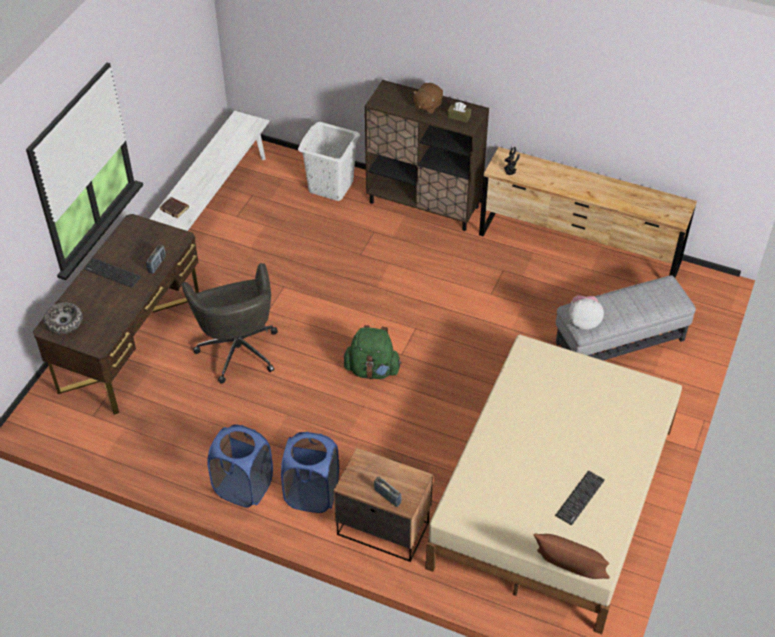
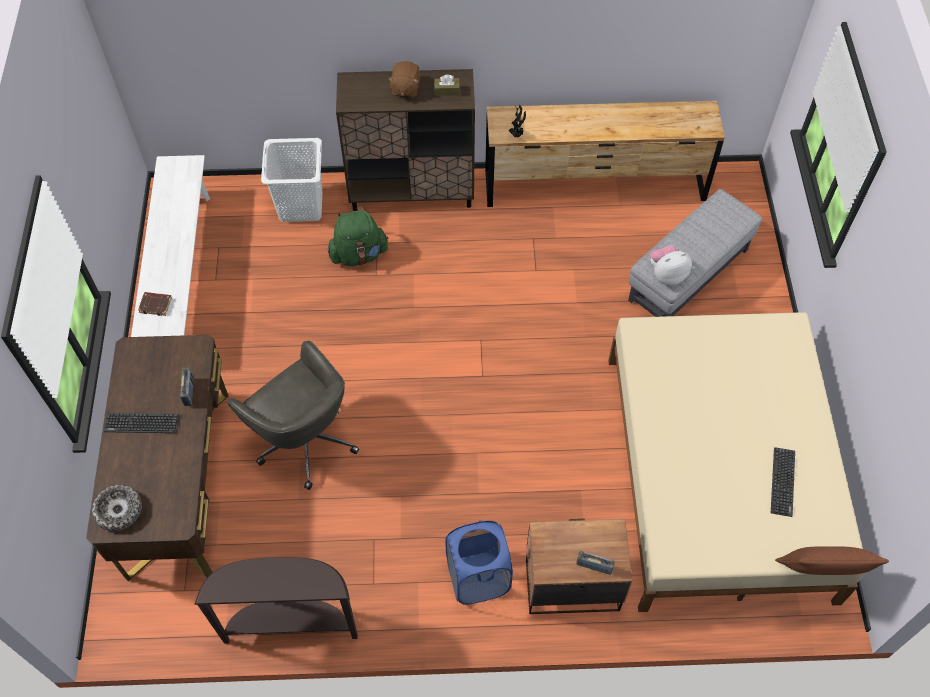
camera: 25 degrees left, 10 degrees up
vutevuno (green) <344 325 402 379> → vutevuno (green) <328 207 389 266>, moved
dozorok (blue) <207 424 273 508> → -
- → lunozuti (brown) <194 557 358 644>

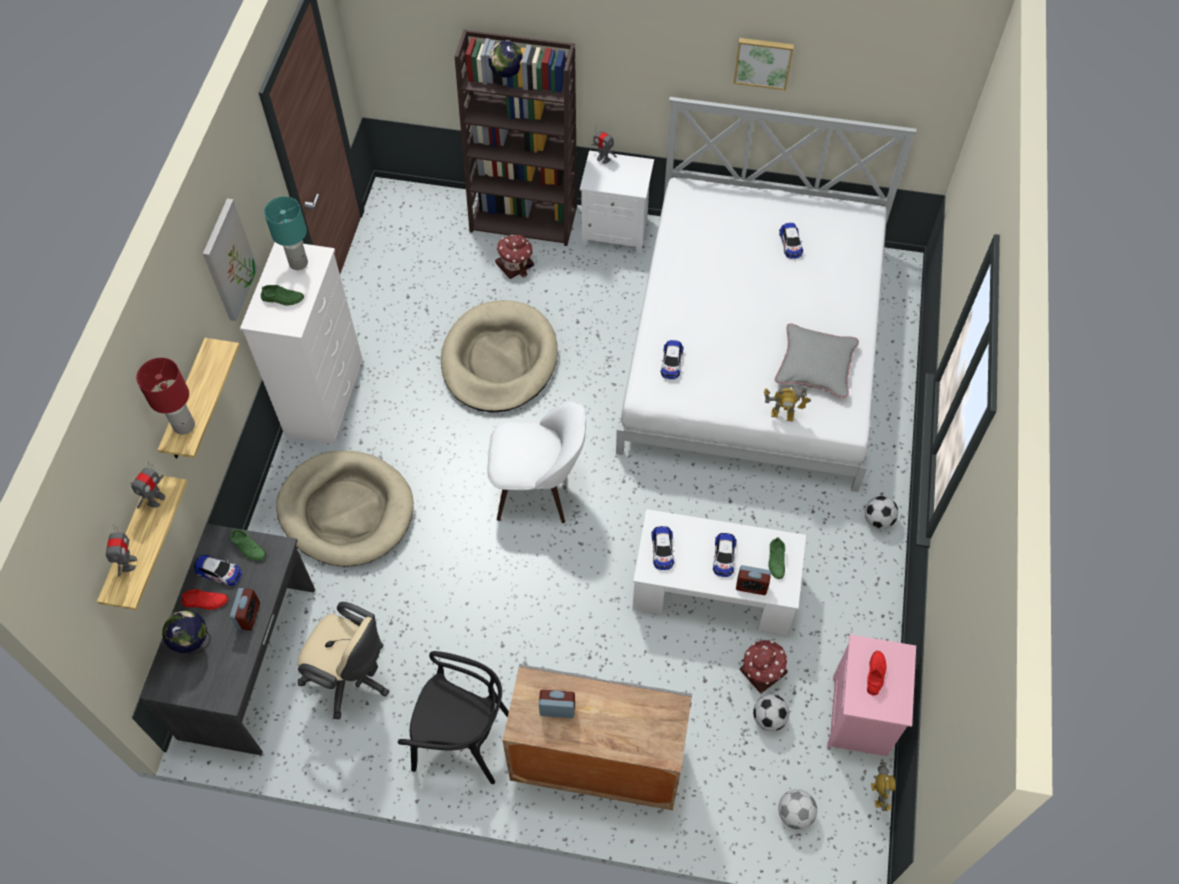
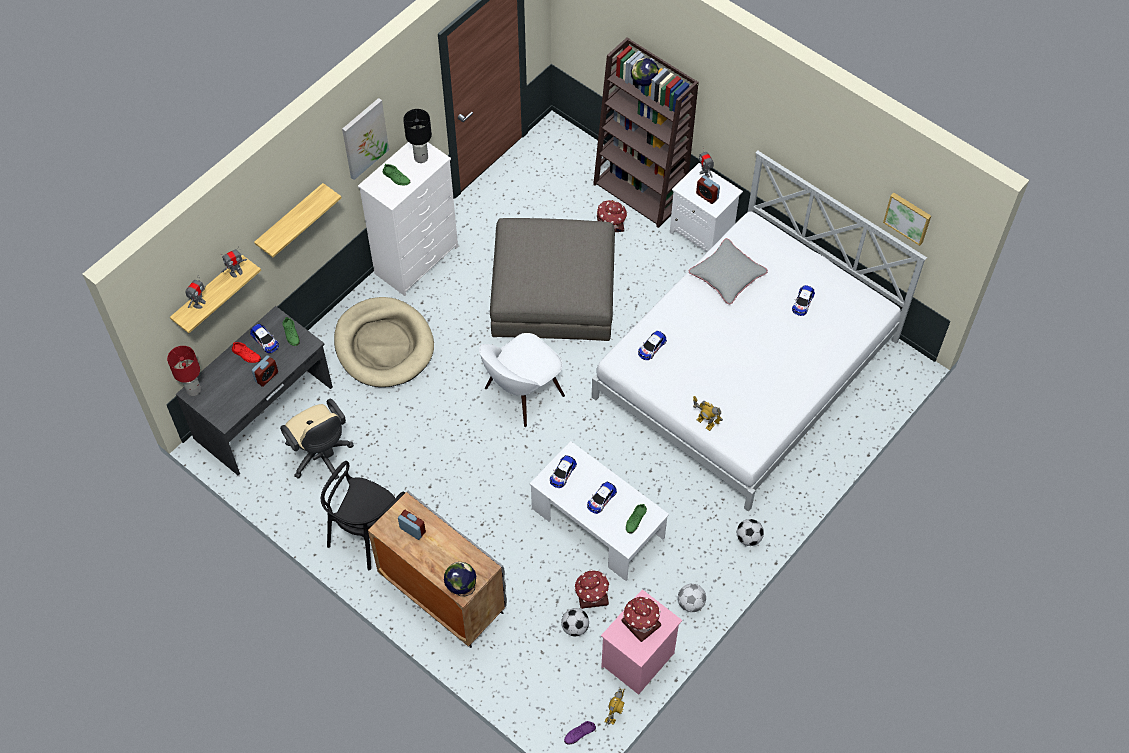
camera: 30 degrees right, 0 degrees up
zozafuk <733 38 794 90> → zozafuk <883 193 931 246>, moved
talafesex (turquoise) <264 196 308 270> → talafesex (black) <403 109 432 163>
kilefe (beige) <441 300 558 413> → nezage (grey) <490 218 615 341>
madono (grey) <775 323 859 398> → madono (grey) <689 238 768 304>, moved
talafesex (red) <136 358 195 435> → talafesex (red) <167 346 201 396>, moved
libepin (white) <486 401 586 523> → libepin (white) <479 333 565 427>, 105 degrees clockwise
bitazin <736 565 771 595> → bitazin <696 175 720 204>, moved
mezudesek <162 610 211 654> → mezudesek <444 562 476 596>, moved
libepin (black) <398 651 509 784> → libepin (black) <321 461 405 570>, 75 degrees clockwise
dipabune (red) <867 651 886 695> → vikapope <622 597 661 642>
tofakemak <778 789 817 829> → tofakemak <678 584 706 612>, moved
- → dipabune (purple) <564 721 596 745>

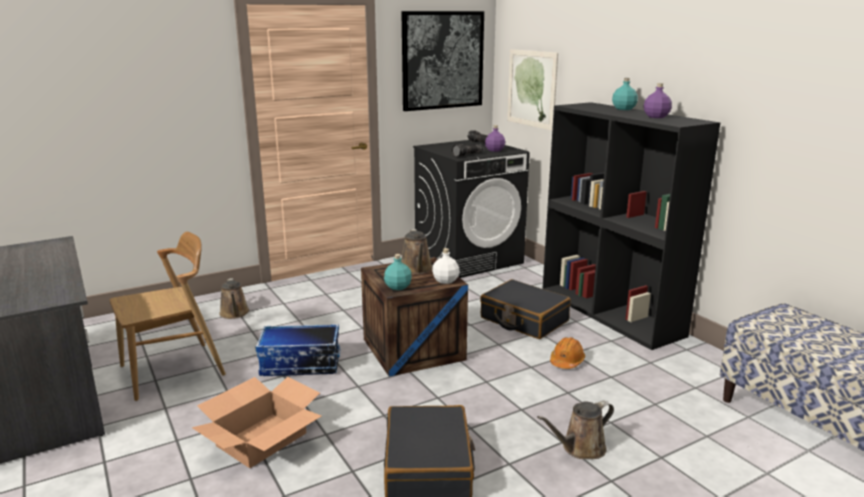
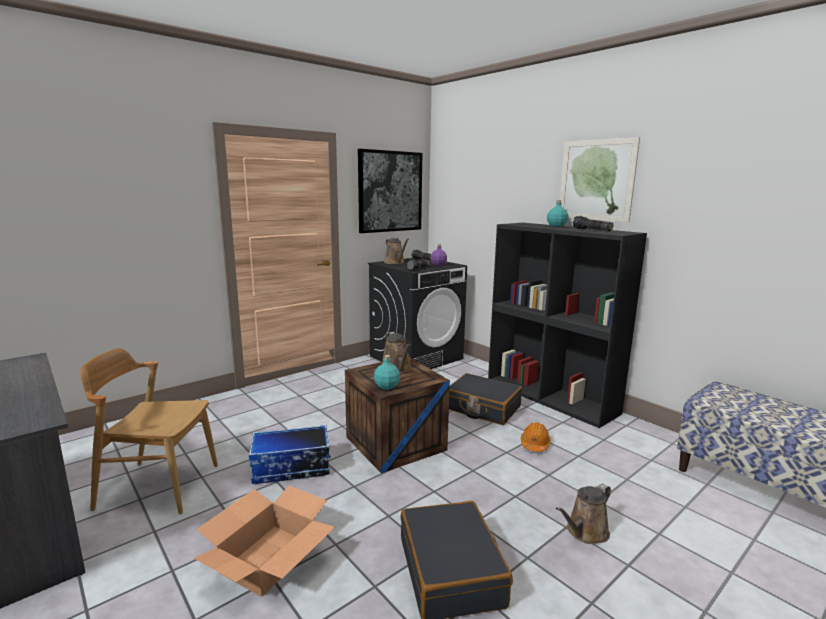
camera: 10 degrees left, 5 degrees down
zozafuk <507 49 558 131> → zozafuk <560 137 640 223>, moved
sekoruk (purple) <644 83 672 118> → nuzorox <573 216 613 231>
libepin (brown) <110 232 226 401> → libepin (brown) <80 348 218 514>, 135 degrees counterclockwise
sekoruk (white) <432 248 460 284> → -
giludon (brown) <219 278 250 319> → giludon (brown) <384 238 409 264>, moved

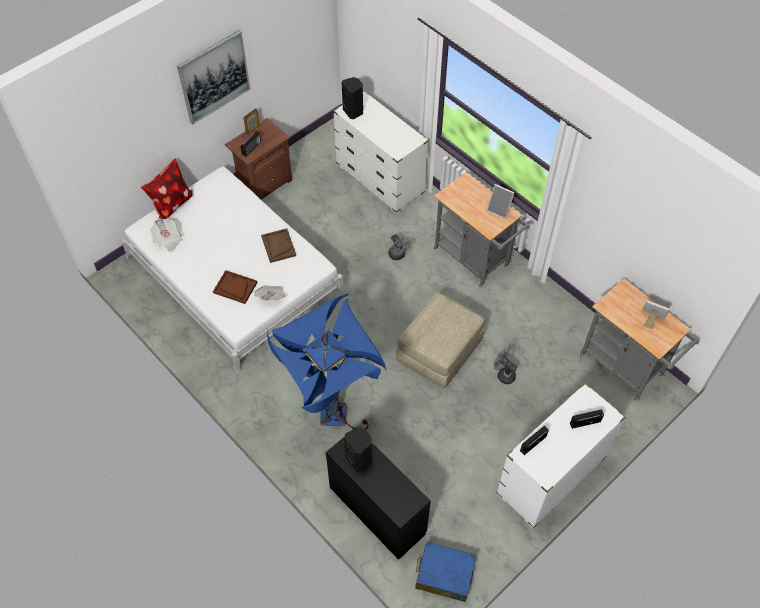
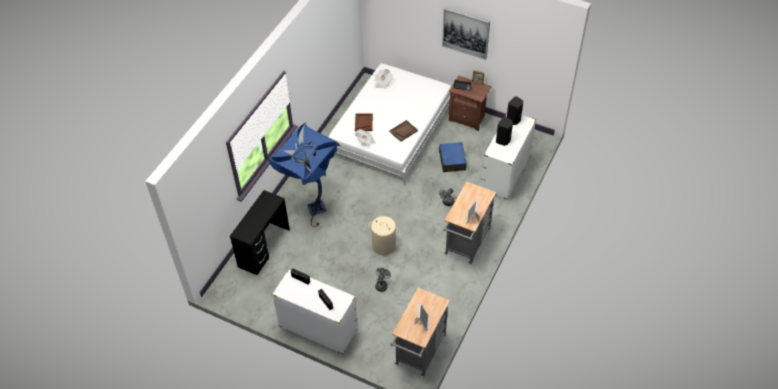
camera: 70 degrees right, 5 degrees down
madono <141 159 193 219> → -
nezage (beige) <396 292 484 389> → dozorok (beige) <369 216 398 256>
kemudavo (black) <344 427 372 472> → kemudavo (black) <496 117 513 146>, moved
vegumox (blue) <415 542 476 602> → vegumox (blue) <439 142 467 172>, moved

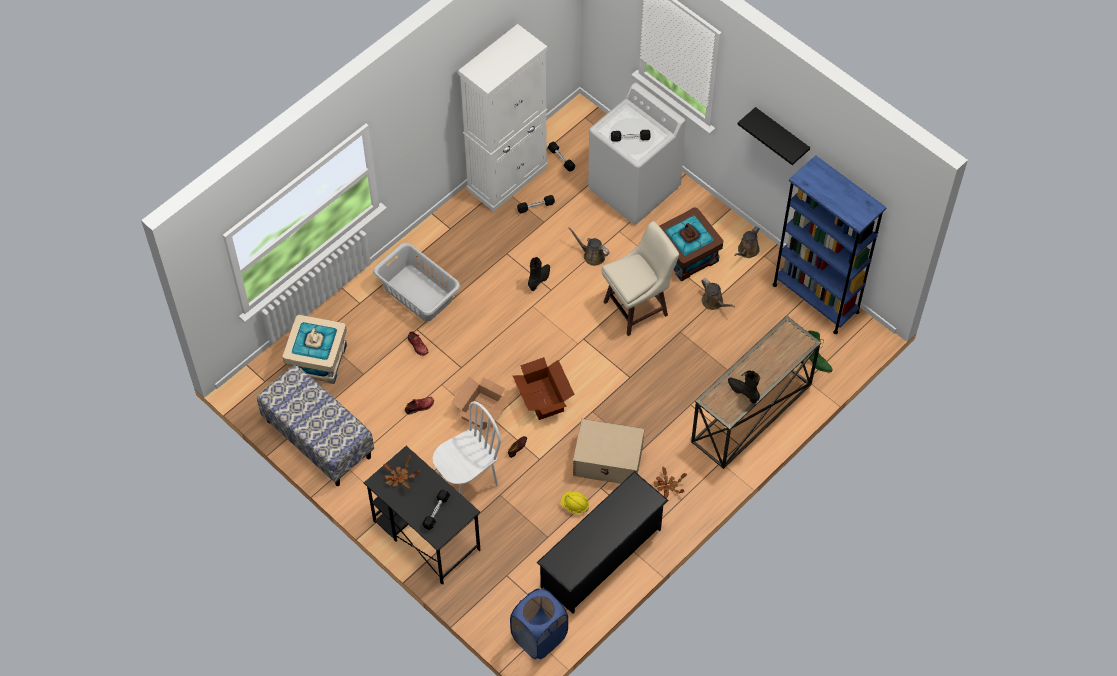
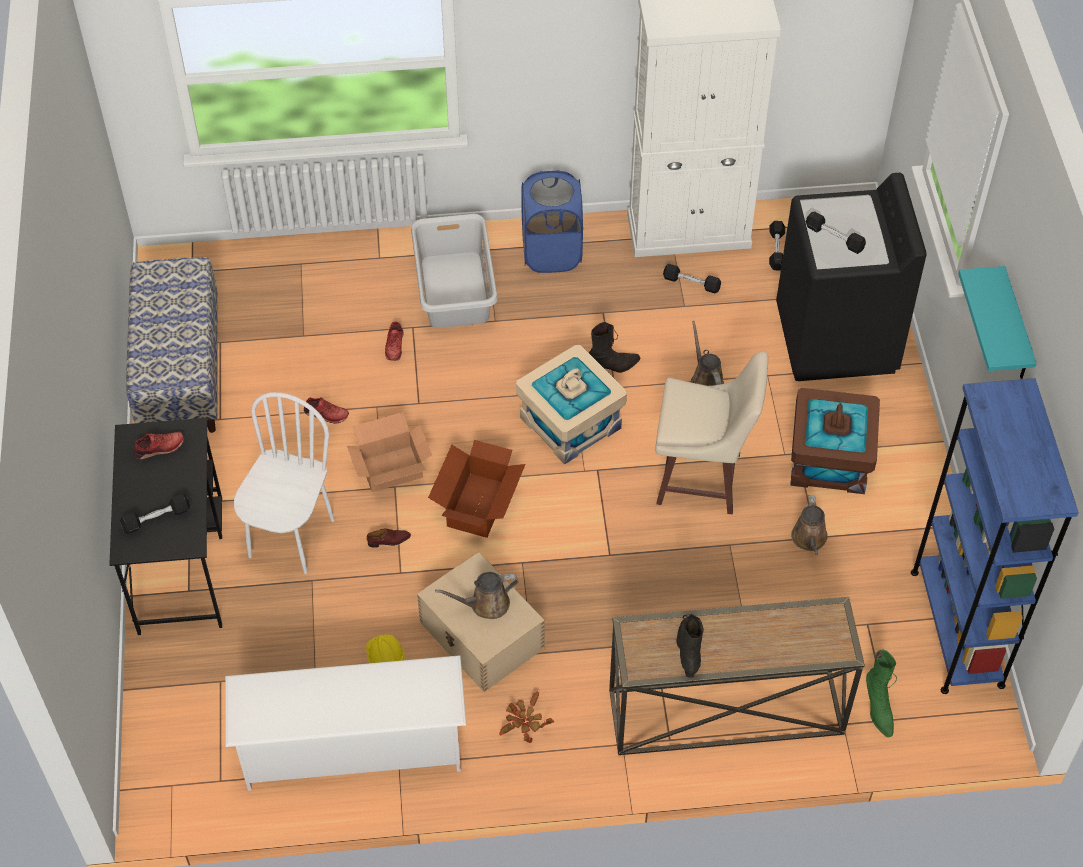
camera: 40 degrees right, 5 degrees down
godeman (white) <588 83 686 225> → godeman (black) <776 173 927 381>
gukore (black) <738 107 810 165> → gukore (turquoise) <958 266 1037 379>
giludon (brown) <734 226 760 258> → giludon (brown) <435 572 518 619>, moved
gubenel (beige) <283 315 347 384> → gubenel (beige) <516 345 627 465>, moved
libepin (white) <433 401 501 495> → libepin (white) <234 392 335 574>, 75 degrees counterclockwise
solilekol <384 455 420 489> → dipabune (red) <133 432 184 460>
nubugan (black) <537 471 669 614> → nubugan (white) <225 655 466 791>
dozorok (blue) <510 588 568 659> → dozorok (blue) <521 170 583 273>, moved

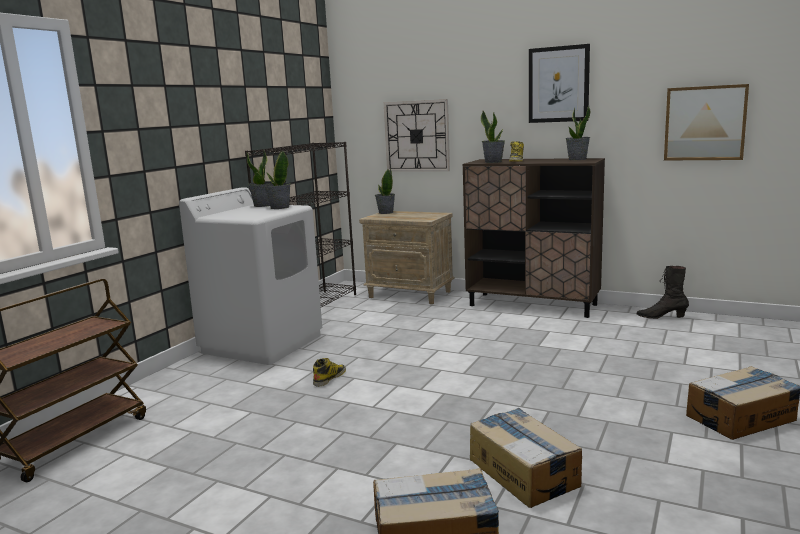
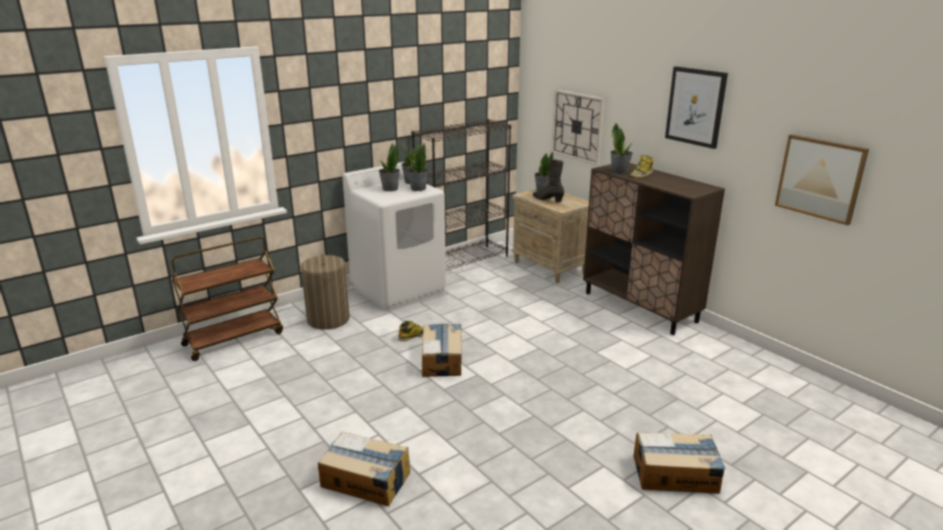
camera: 25 degrees right, 10 degrees up
solilekol <566 106 590 160> → solilekol <379 143 400 191>, moved
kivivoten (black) <636 266 689 319> → kivivoten (black) <533 159 564 202>, moved
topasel <470 408 582 508> → topasel <422 324 461 377>, moved
- → dozorok <300 254 350 330>

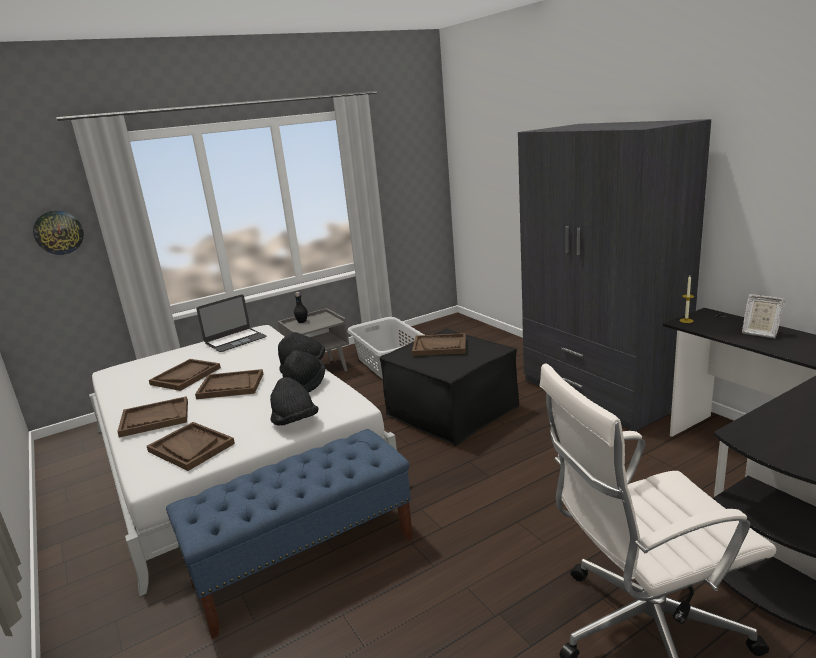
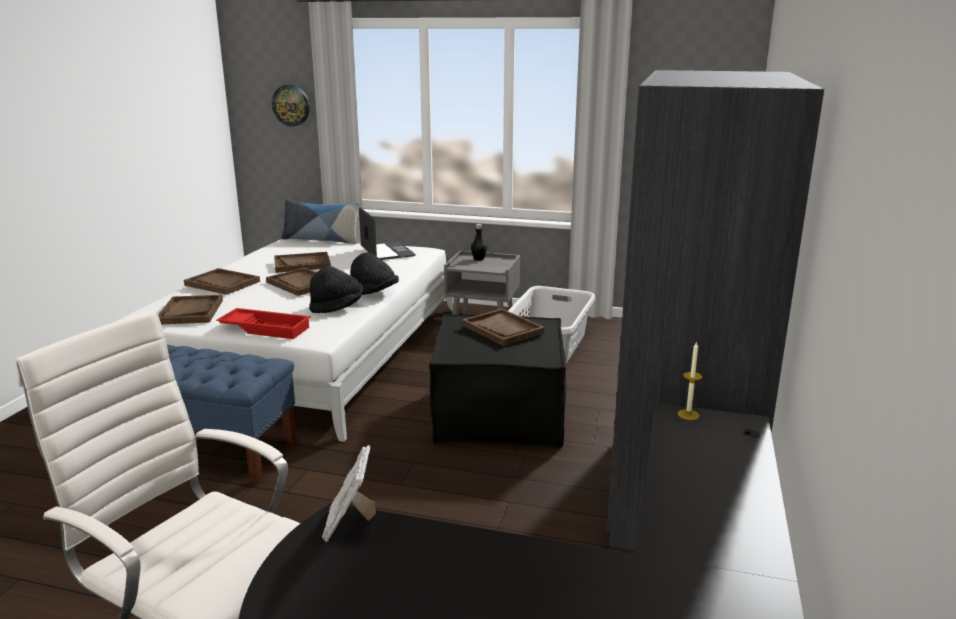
camera: 45 degrees right, 0 degrees up
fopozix <197 294 266 352> → fopozix <359 208 416 260>, 120 degrees counterclockwise
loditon <742 294 785 338> → loditon <322 445 376 542>, moved
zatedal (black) <270 377 319 426> → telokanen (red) <216 308 311 339>
- → madono <281 199 359 244>

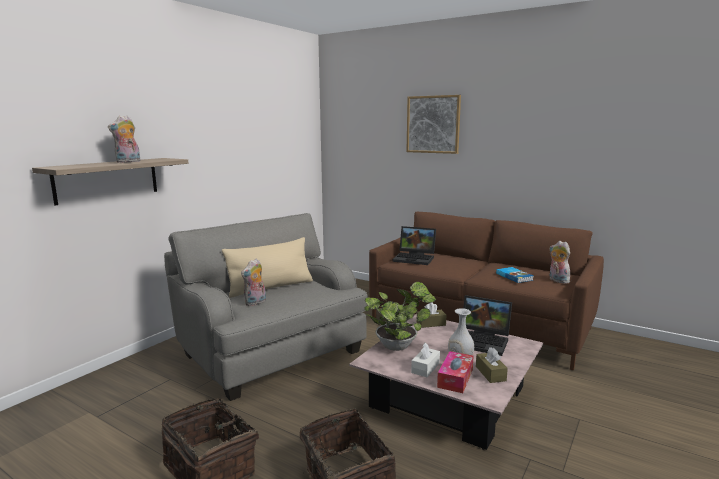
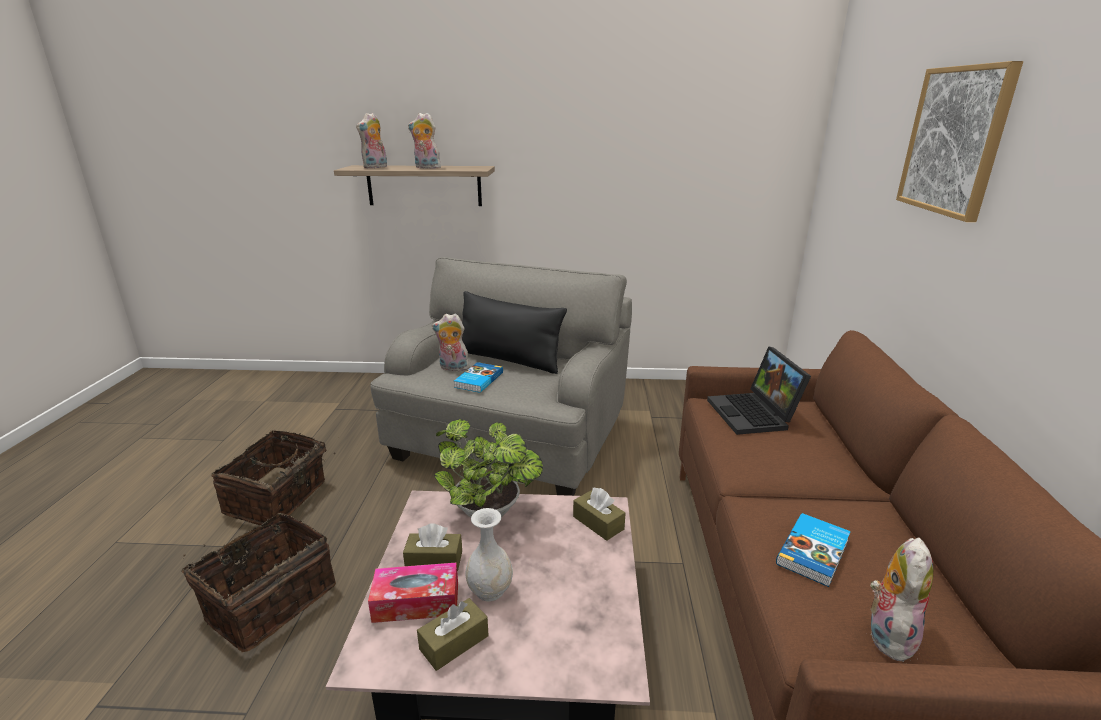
camera: 60 degrees right, 10 degrees up
madono (beige) <222 237 313 298> → madono (black) <462 291 567 374>
fopozix <463 295 512 356> → -
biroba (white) <411 342 440 377> → biroba (brown) <403 523 462 571>
- → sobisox <356 113 387 169>
- → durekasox <454 362 503 393>

